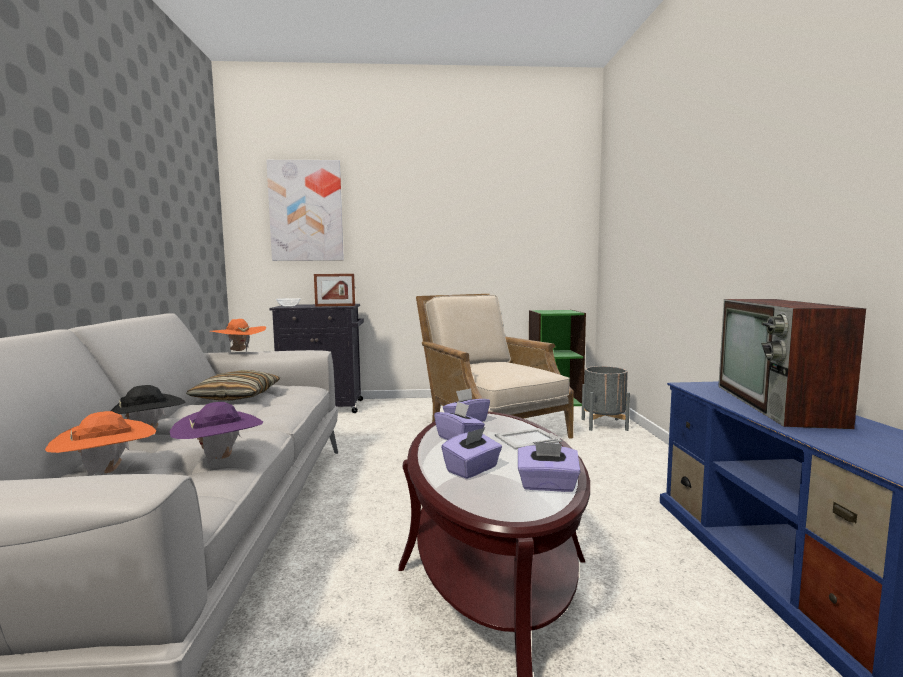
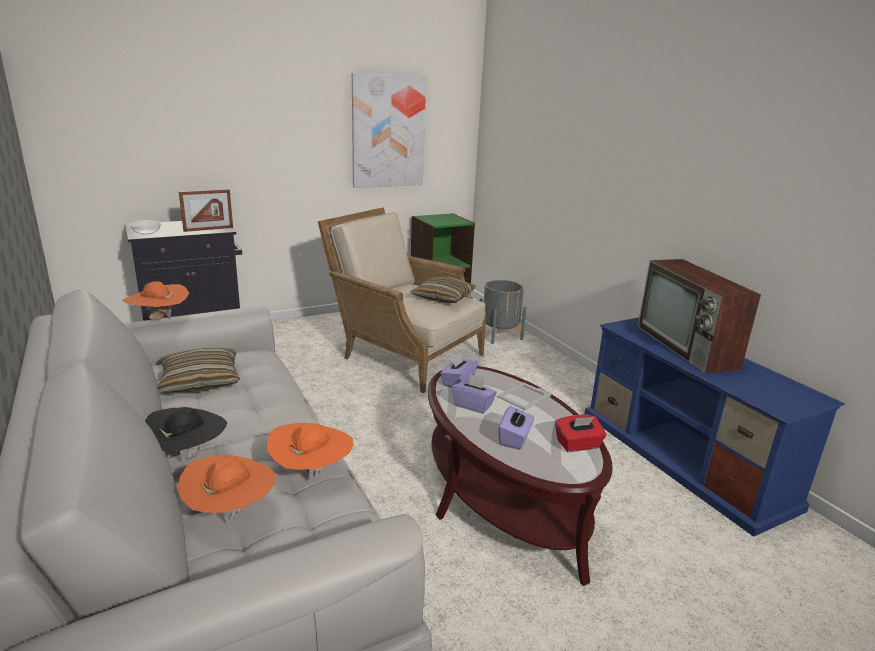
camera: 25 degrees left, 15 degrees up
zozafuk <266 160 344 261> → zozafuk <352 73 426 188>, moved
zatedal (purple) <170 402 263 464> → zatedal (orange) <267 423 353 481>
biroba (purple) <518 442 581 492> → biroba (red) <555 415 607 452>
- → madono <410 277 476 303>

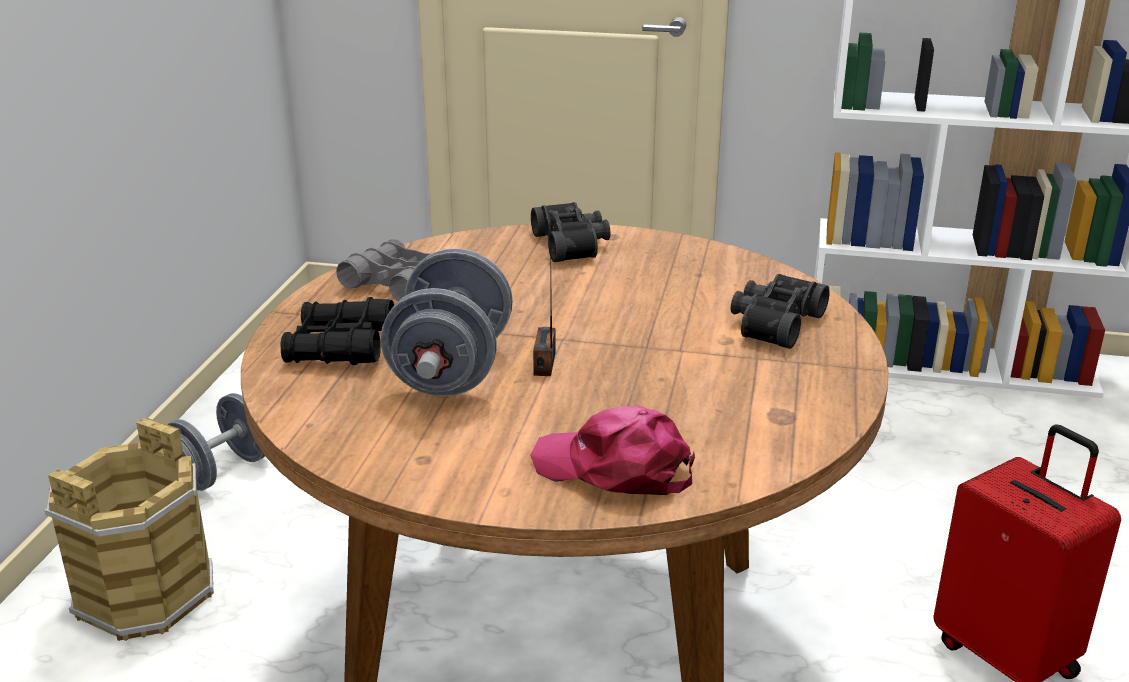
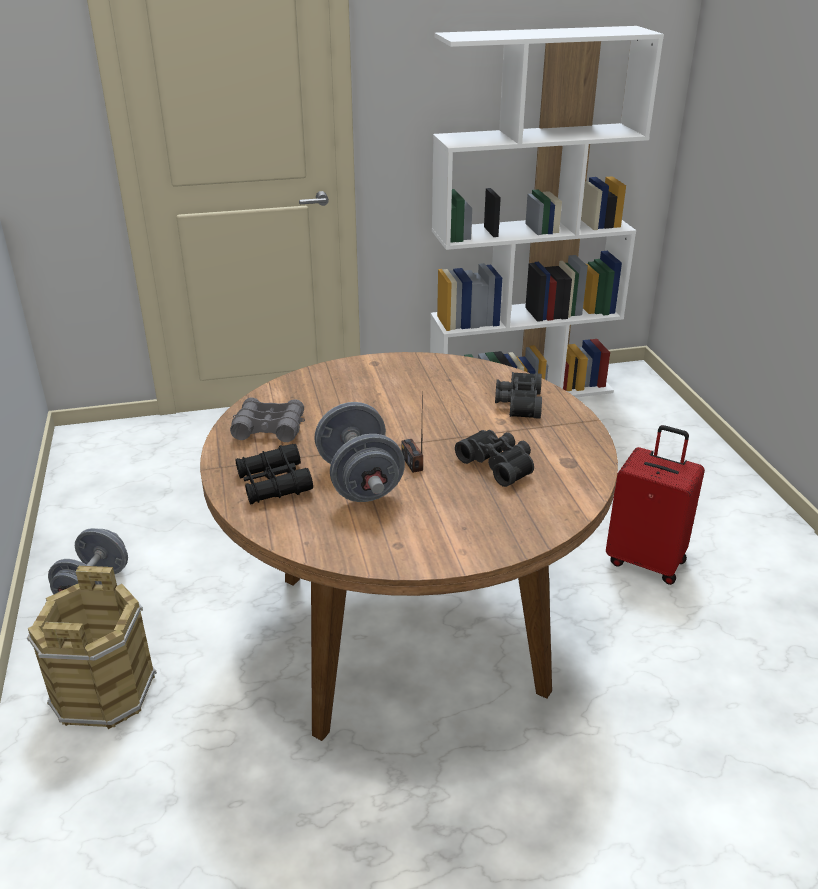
camera: 25 degrees left, 5 degrees up
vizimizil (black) <531 202 610 262> → vizimizil (black) <455 430 534 487>, moved
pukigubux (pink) <530 406 695 495> → -

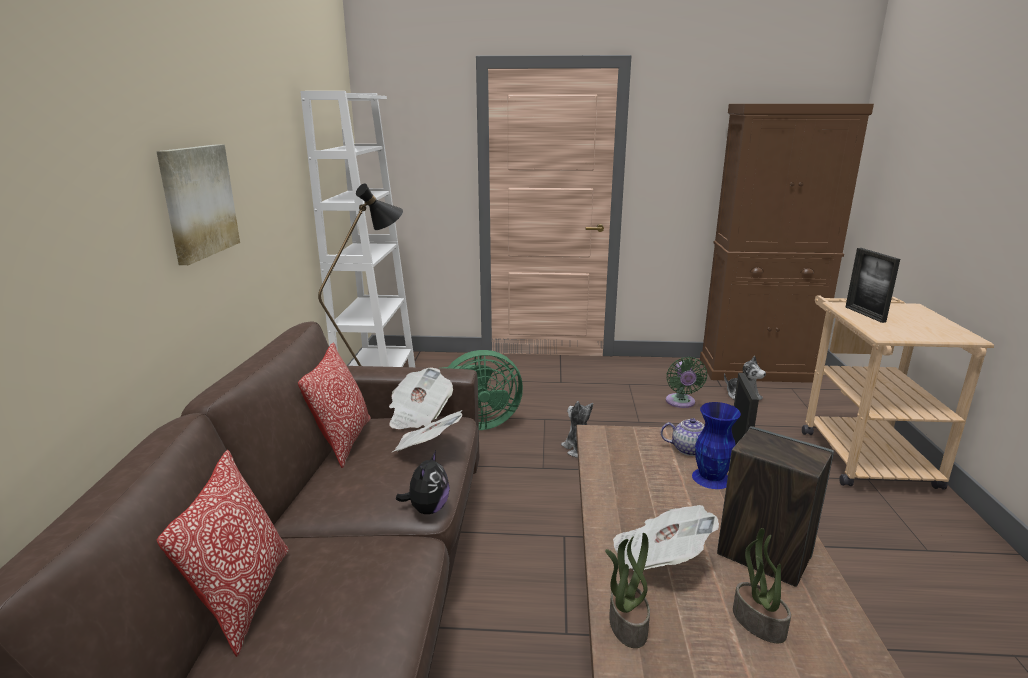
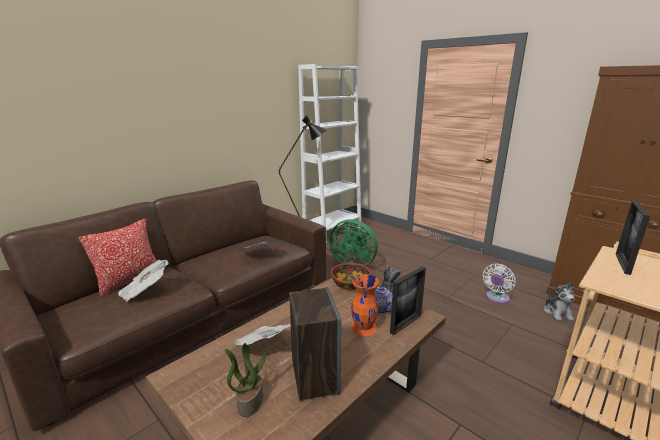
camera: 40 degrees right, 0 degrees up
zozafuk <156 144 240 265> → -
madono <298 342 371 468> → -
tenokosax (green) <666 357 707 408> → tenokosax (white) <483 264 516 304>
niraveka <389 367 453 429> → niraveka <118 260 168 302>, moved
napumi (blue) <692 402 741 489> → napumi (orange) <351 274 380 336>
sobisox <396 451 450 514> → -
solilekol <605 533 650 648> → -
- → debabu <331 263 371 290>

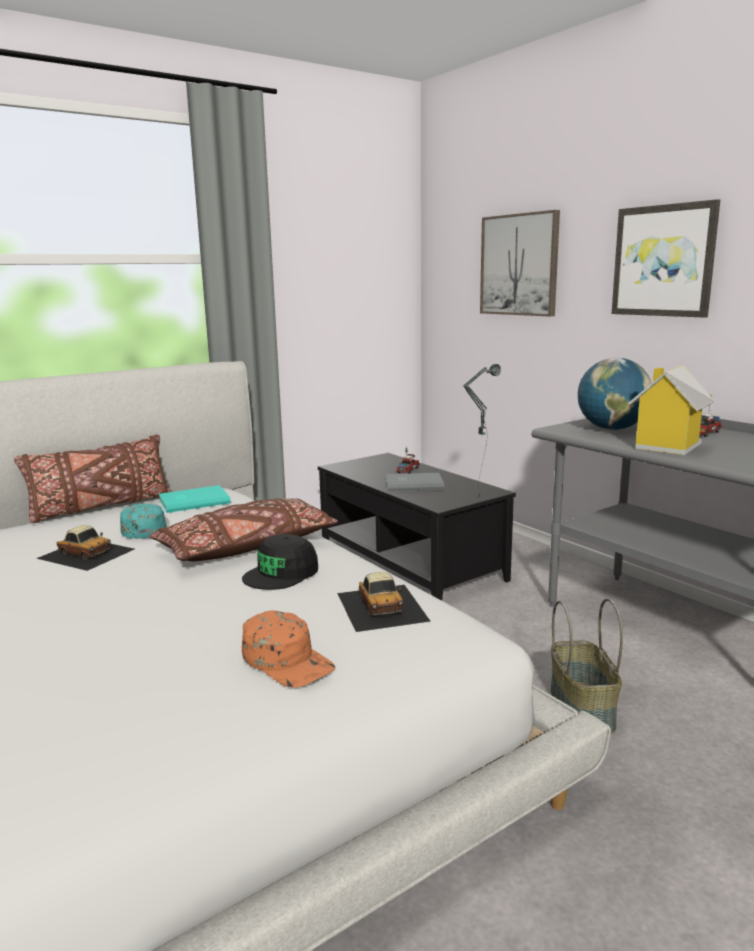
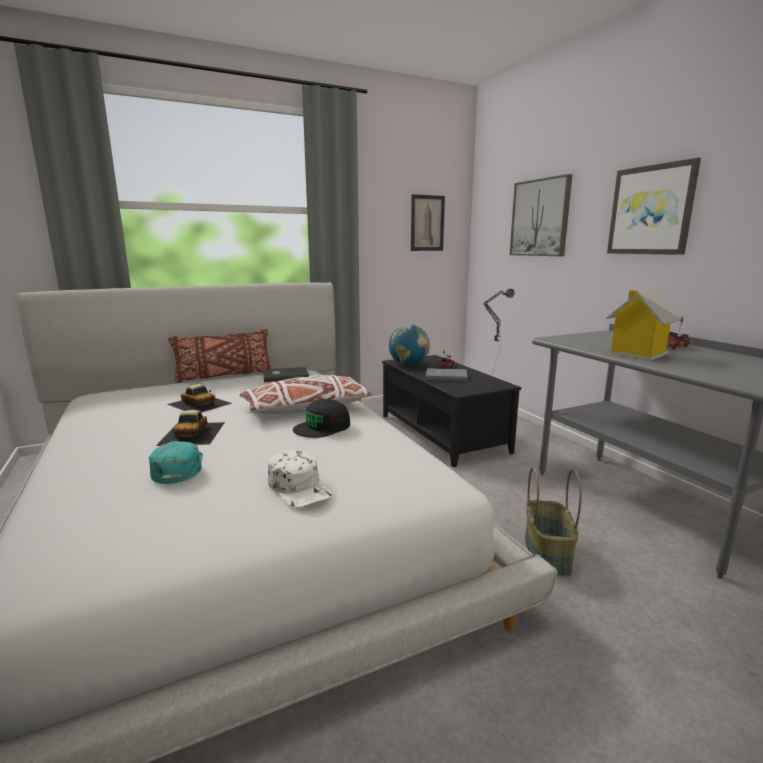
camera: 10 degrees right, 0 degrees up
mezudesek <578 358 652 430> → mezudesek <389 325 430 366>, moved
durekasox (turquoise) <158 485 231 513> → durekasox (grey) <263 367 309 382>
madono (brown) <149 498 338 561> → madono (white) <239 375 373 414>
pukigubux (turquoise) <120 504 166 539> → pukigubux (turquoise) <149 441 203 484>, moved
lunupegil <337 572 430 632> → lunupegil <156 410 225 446>, moved
pukigubux (orange) <242 610 335 688> → pukigubux (white) <268 449 332 507>
- → zozafuk <411 194 445 251>

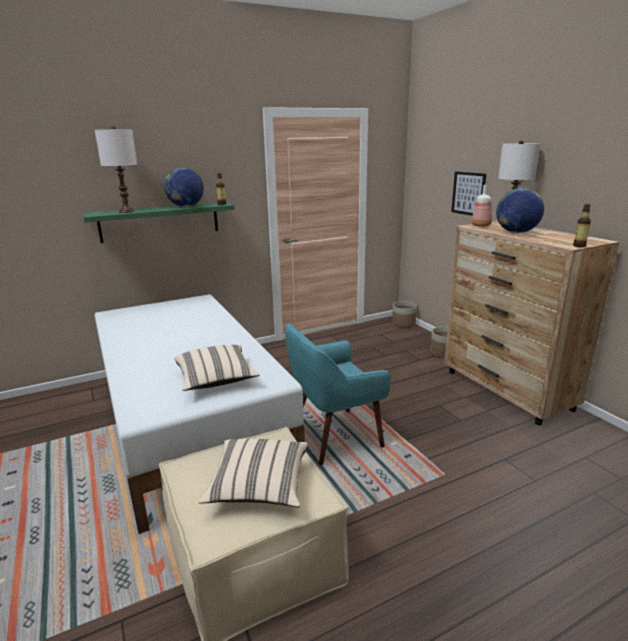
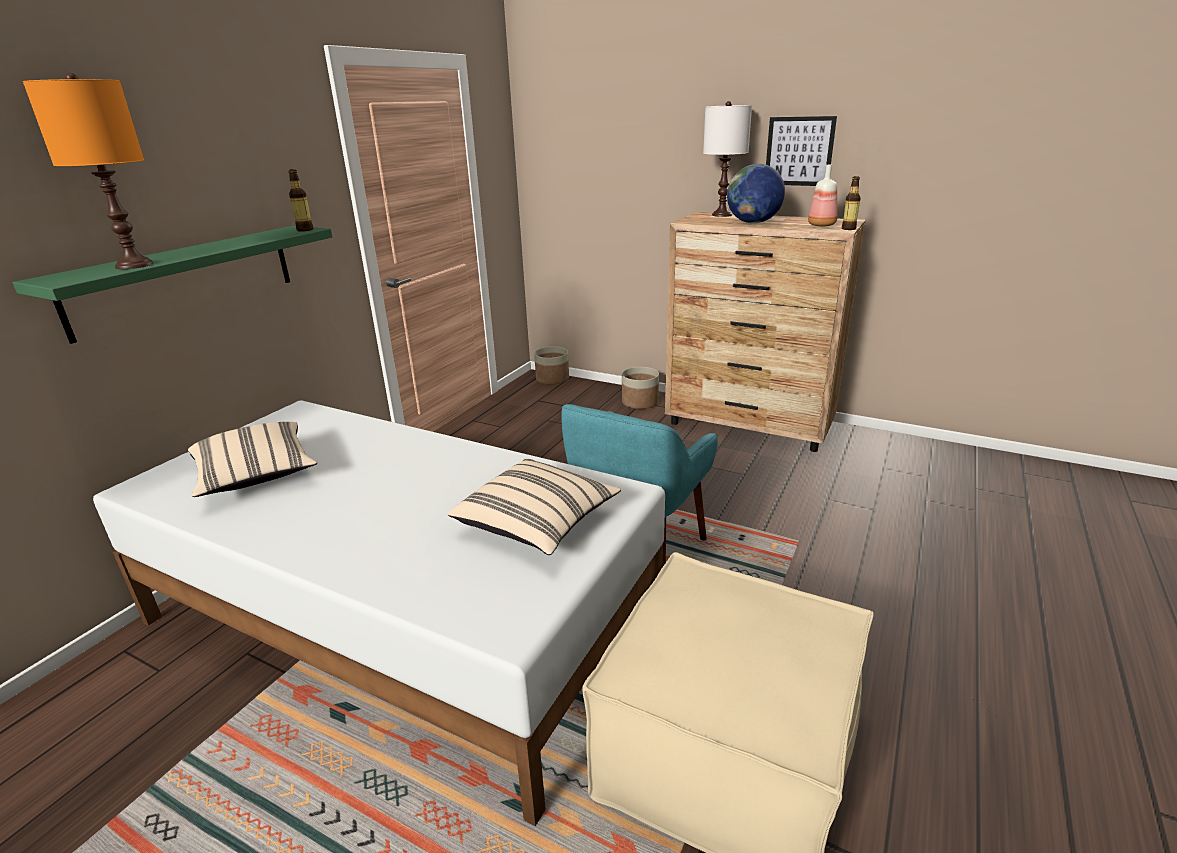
camera: 35 degrees left, 5 degrees up
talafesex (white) <95 126 137 213> → talafesex (orange) <23 73 154 269>
mezudesek <164 167 204 207> → -
zozafuk <451 172 486 216> → zozafuk <766 116 837 186>, moved
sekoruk <471 185 492 227> → sekoruk <808 165 838 226>, moved
madono (beige) <198 438 308 507> → madono (beige) <188 422 317 497>, moved

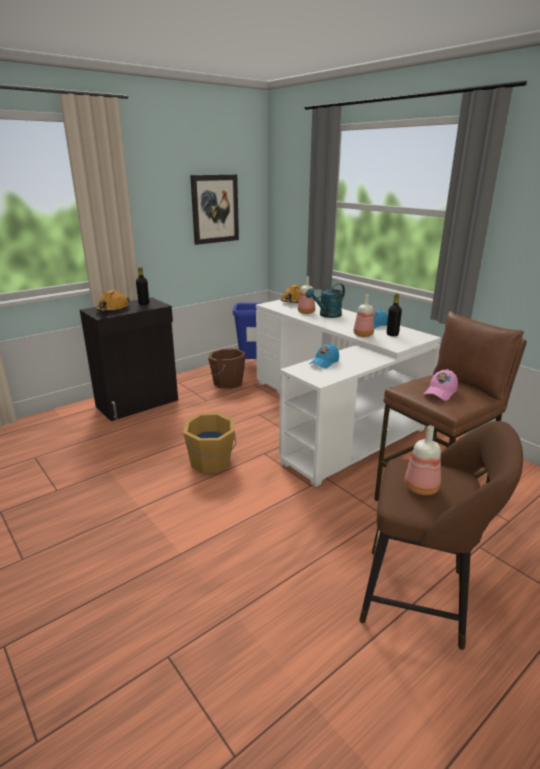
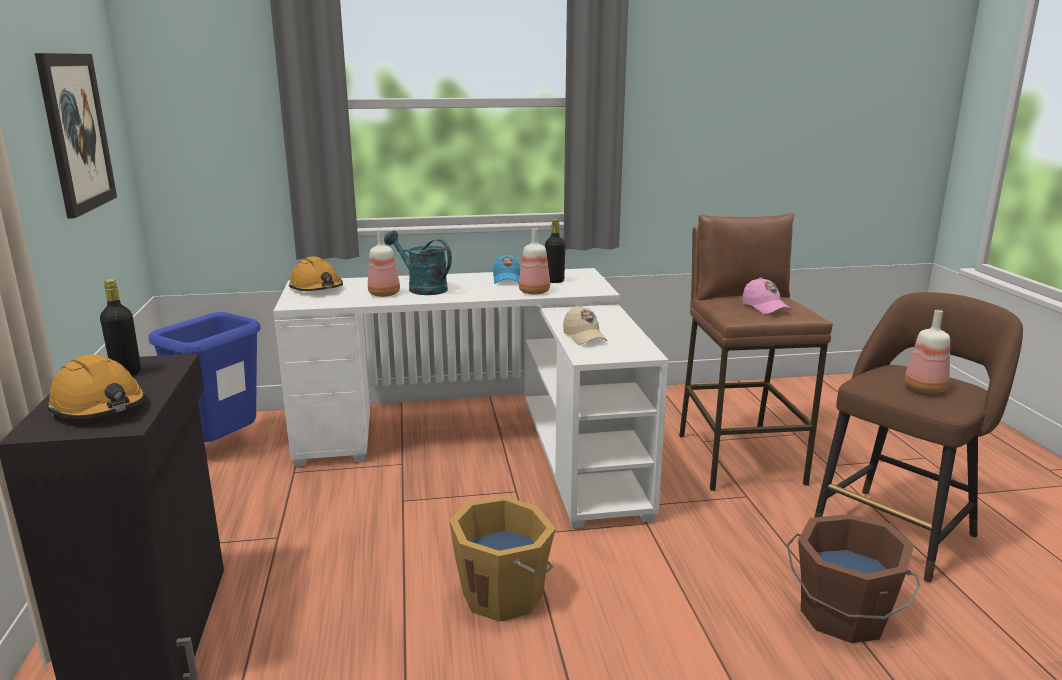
camera: 60 degrees left, 5 degrees down
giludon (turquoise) <306 283 345 318> → giludon (turquoise) <384 231 452 295>, 135 degrees clockwise
pukigubux (blue) <309 343 339 369> → pukigubux (beige) <563 305 607 345>
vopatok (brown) <208 348 246 388> → vopatok (brown) <787 514 920 643>, moved

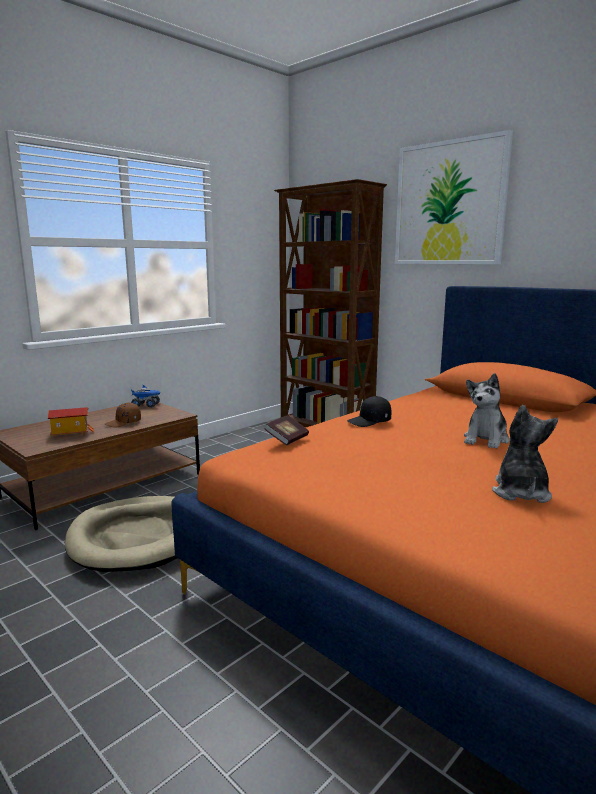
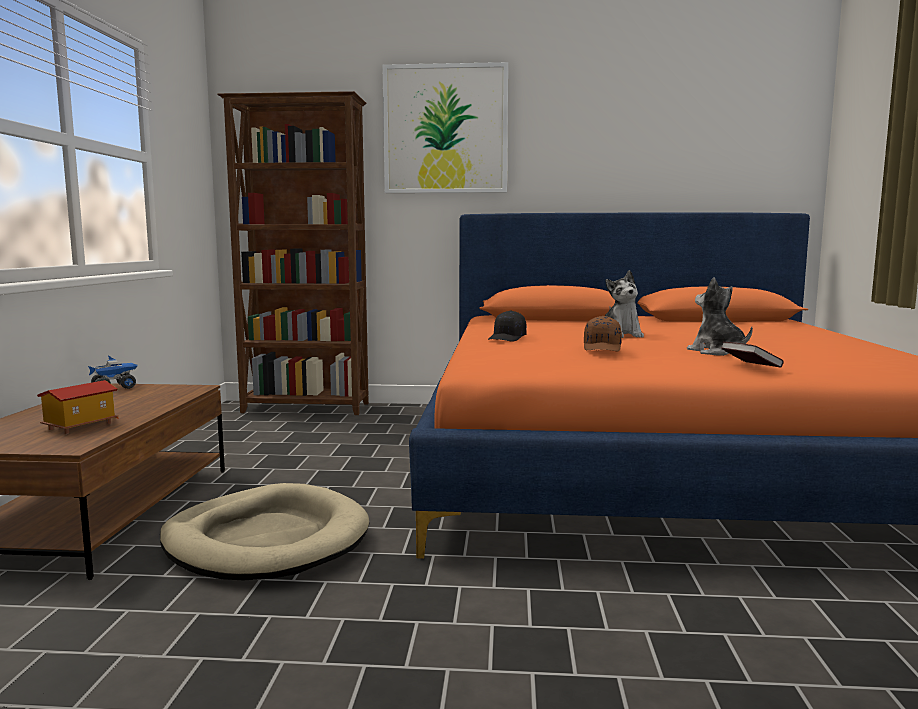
camera: 40 degrees left, 5 degrees down
pukigubux (brown) <105 403 141 428> → pukigubux (brown) <584 316 622 351>, moved
durekasox <264 415 309 445> → durekasox <721 342 784 368>, moved

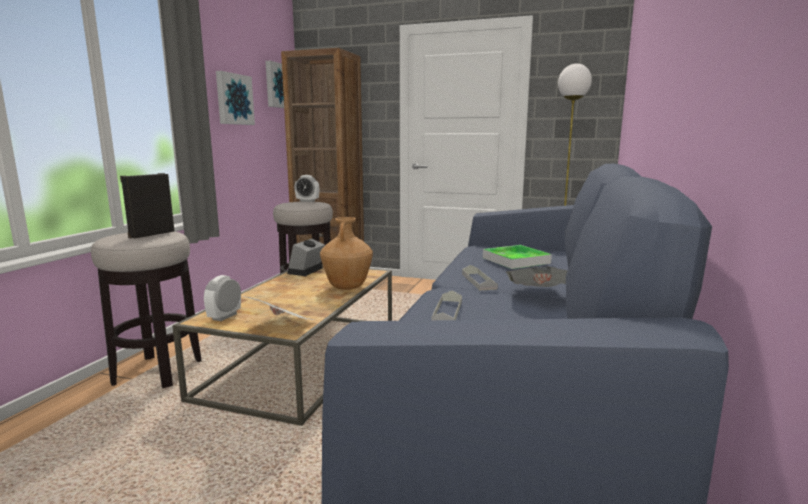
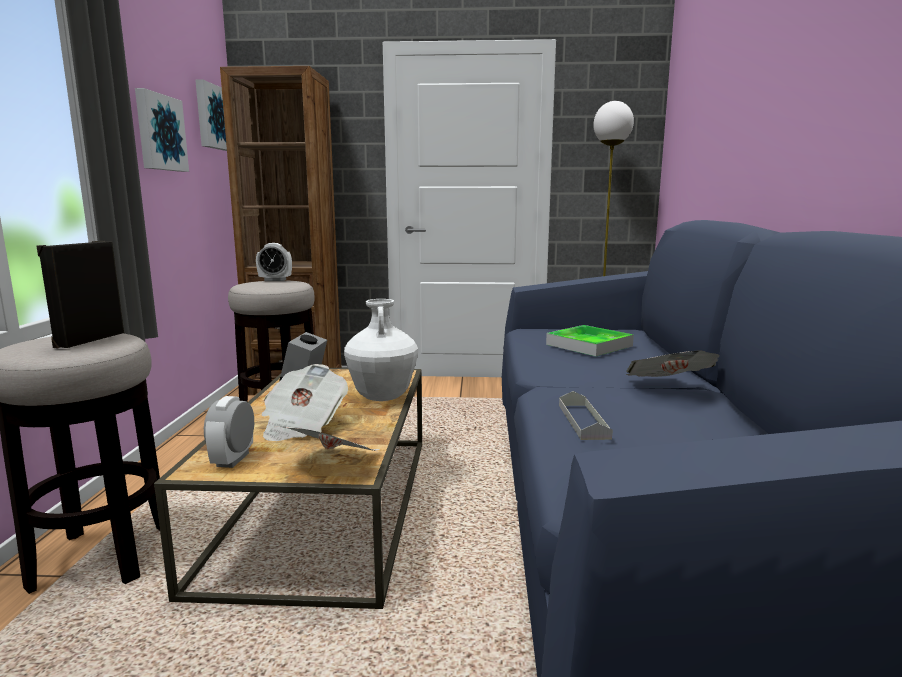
camera: 15 degrees left, 0 degrees up
napumi (brown) <320 217 373 290> → napumi (white) <344 299 418 401>
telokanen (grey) <462 265 498 290> → -
- → niraveka <261 364 348 441>

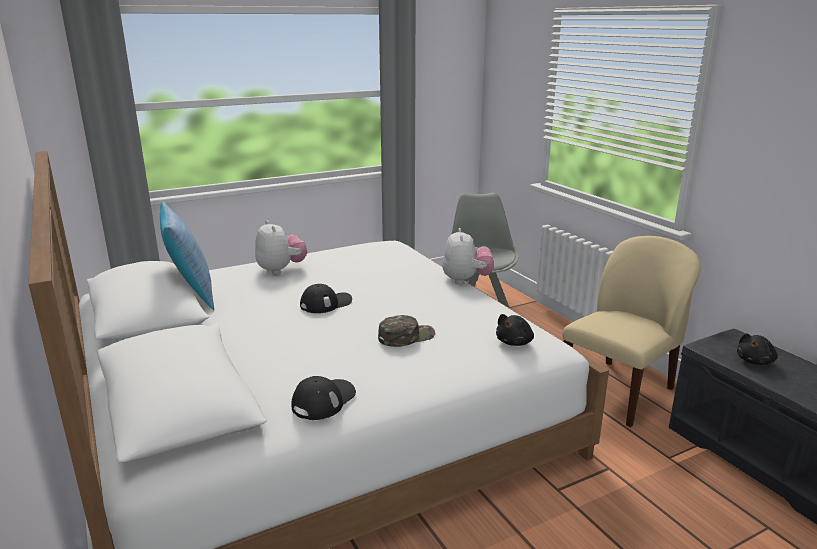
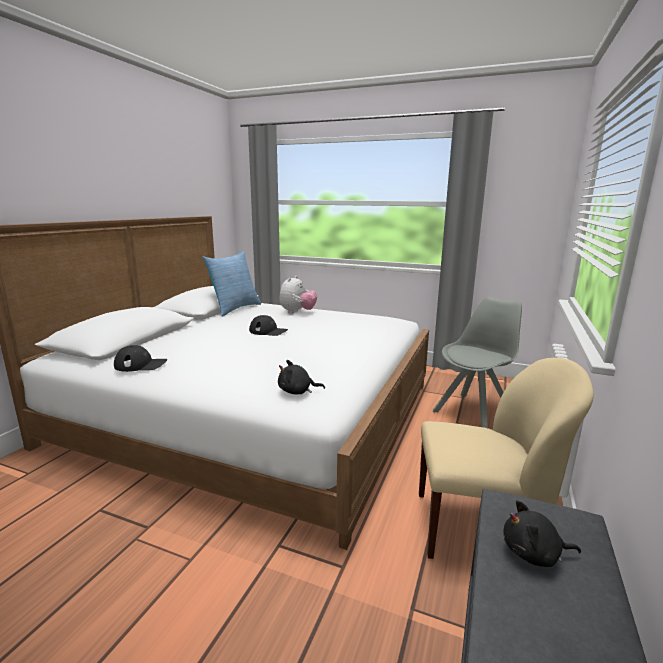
camera: 50 degrees right, 5 degrees down
sobisox <442 228 494 284> → -
pukigubux (green) <378 315 435 347> → -

